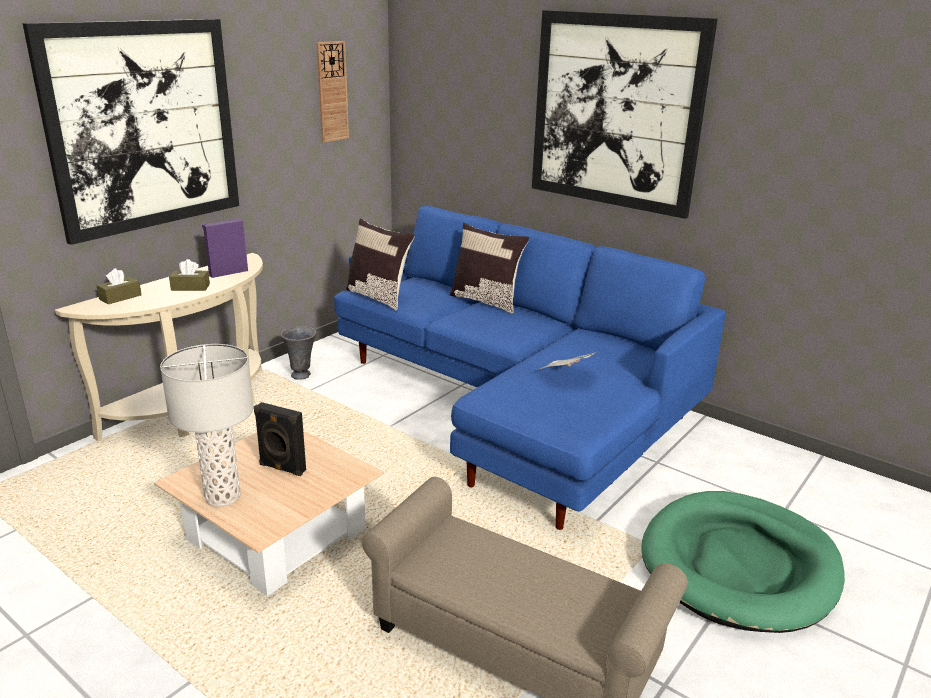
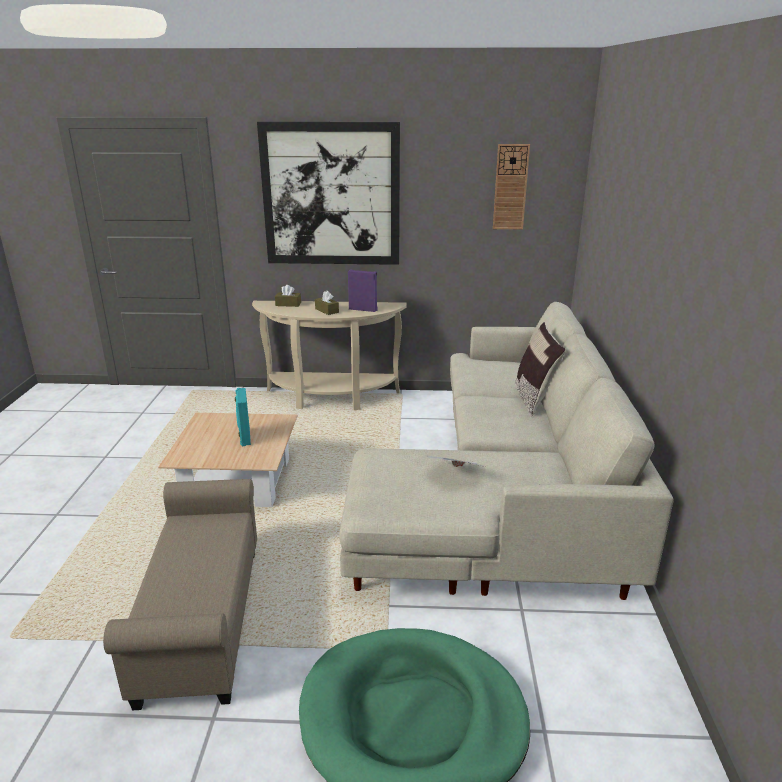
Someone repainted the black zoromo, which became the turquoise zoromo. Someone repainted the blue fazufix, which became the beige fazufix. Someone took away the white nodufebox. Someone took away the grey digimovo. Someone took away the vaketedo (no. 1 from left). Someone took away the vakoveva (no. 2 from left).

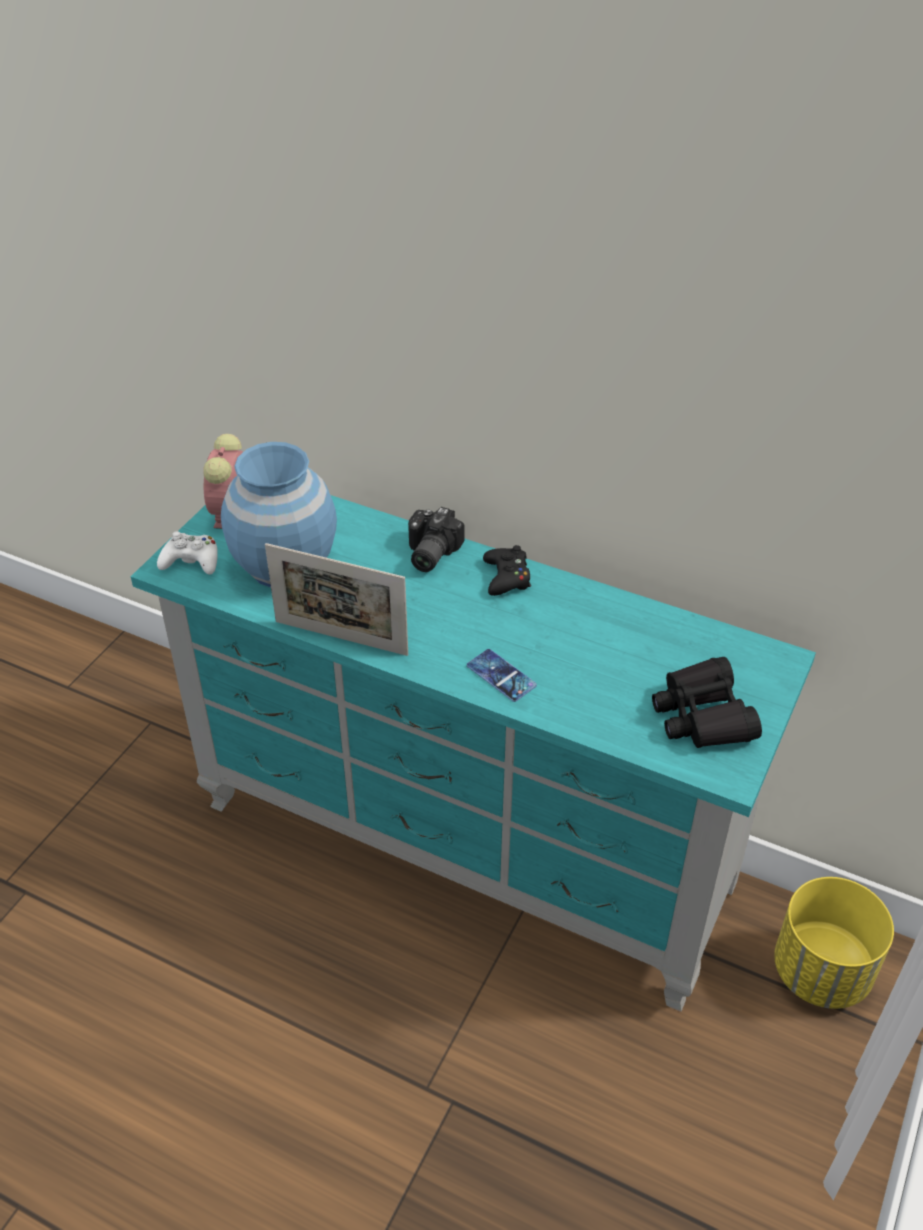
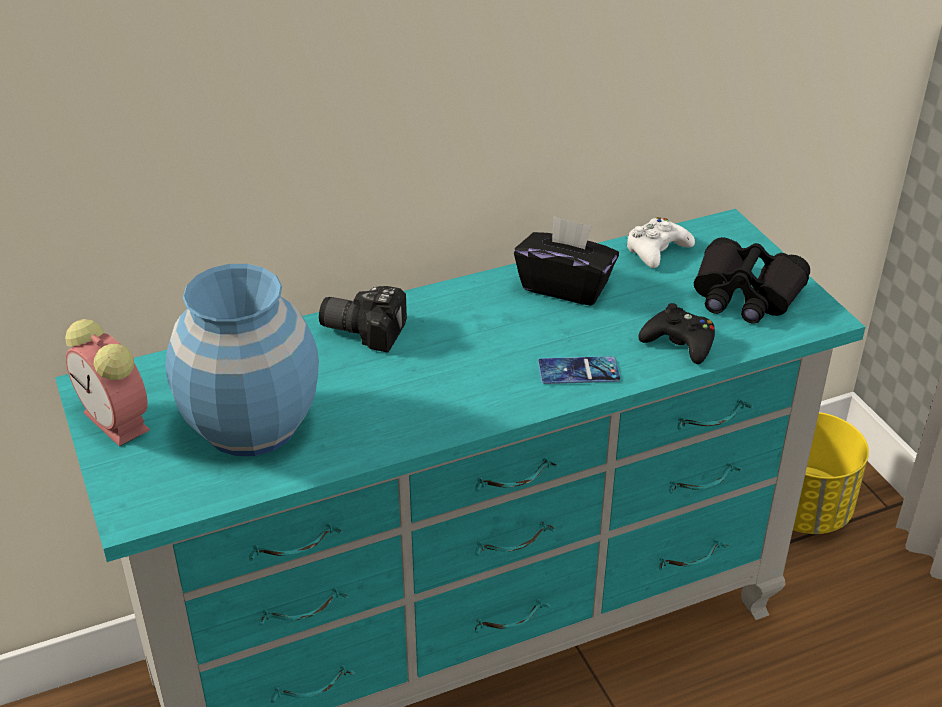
Someone rotated the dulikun by 135 degrees clockwise. Someone put down the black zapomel. Someone carried the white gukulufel. Someone carried the black gukulufel. Someone took away the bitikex.

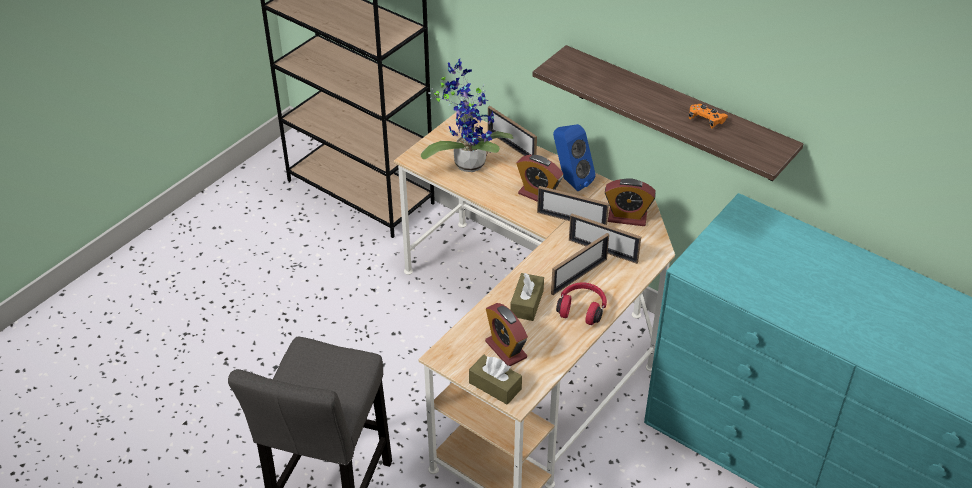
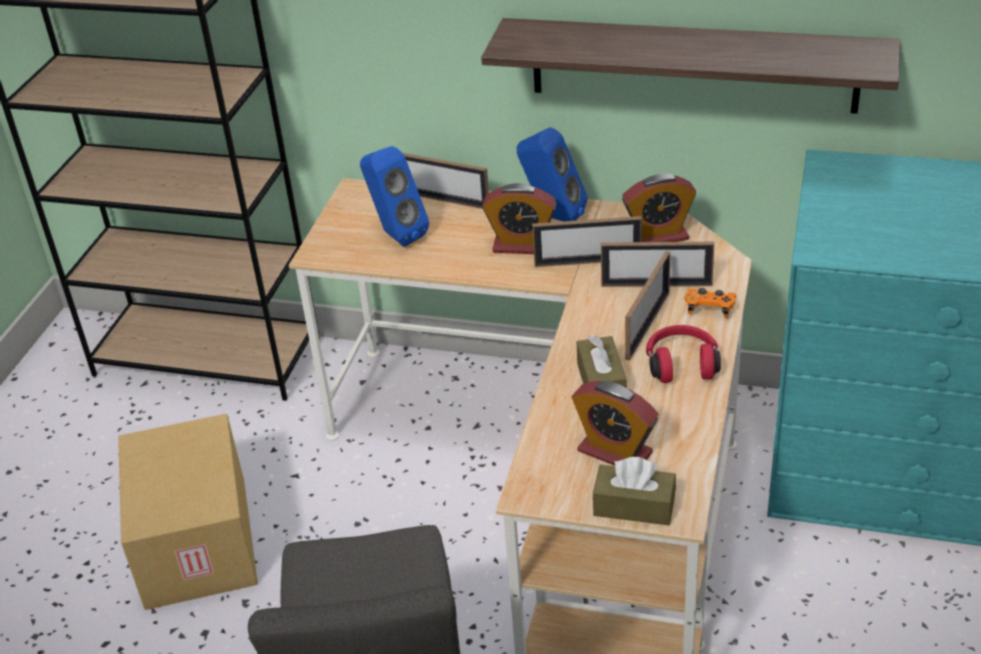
Someone put down the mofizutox. Someone swapped the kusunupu for the blue zoromo (no. 1 from left). Someone carried the orange gukulufel.

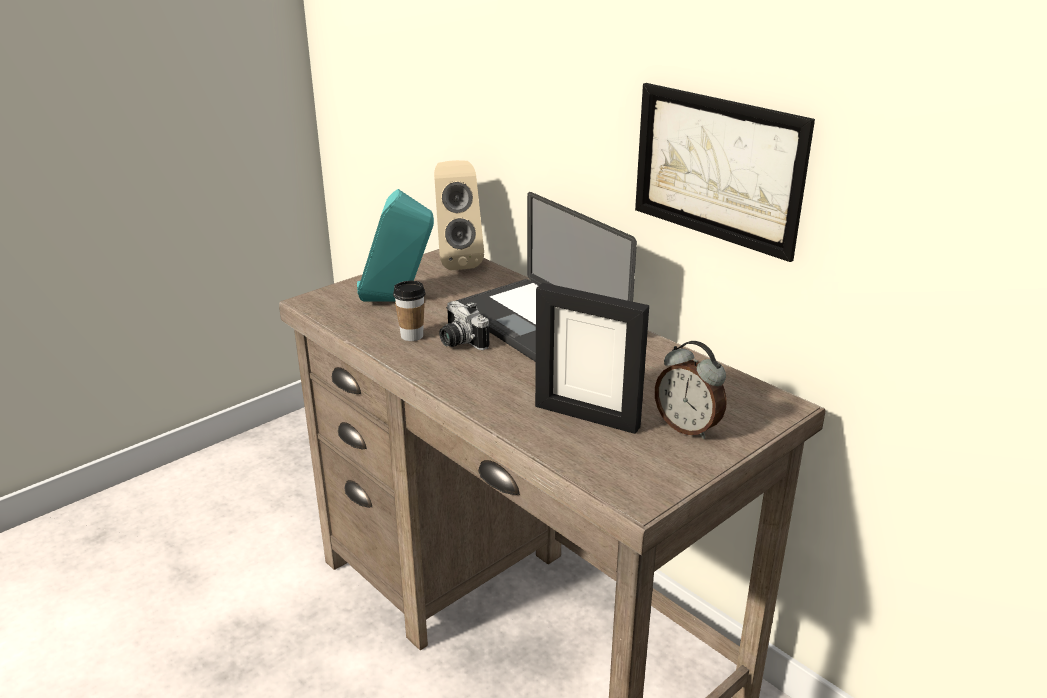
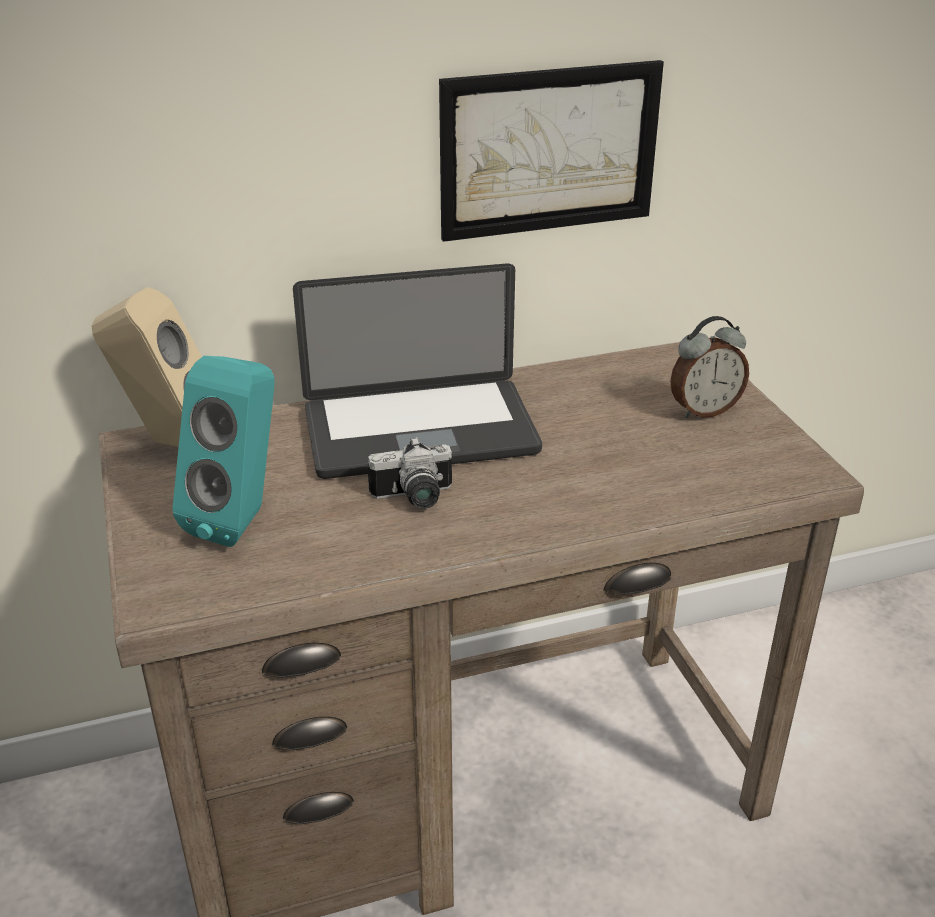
Someone took away the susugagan. Someone took away the bitikex.

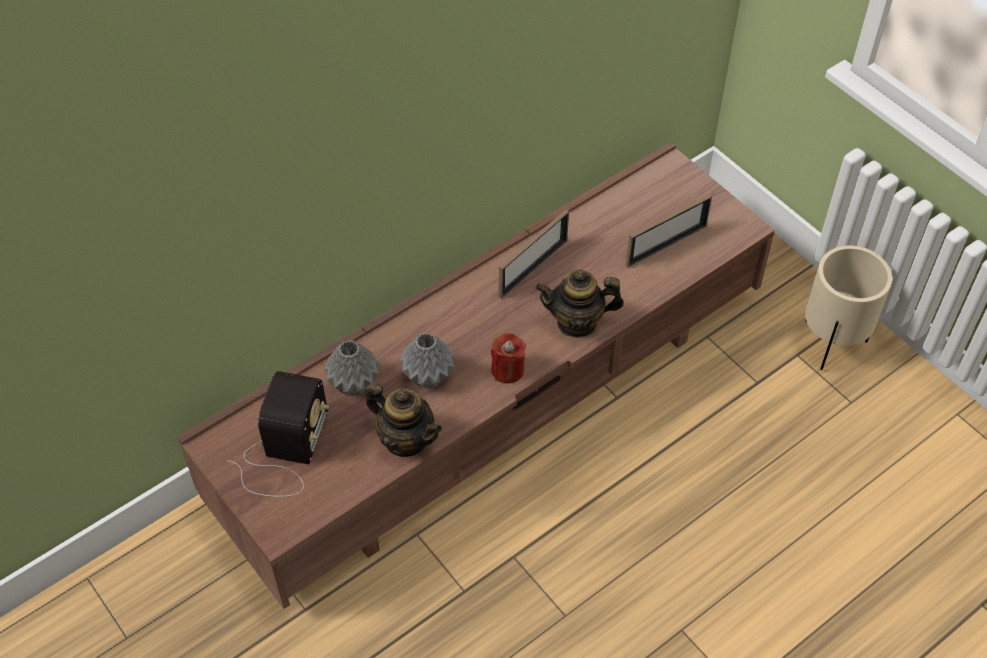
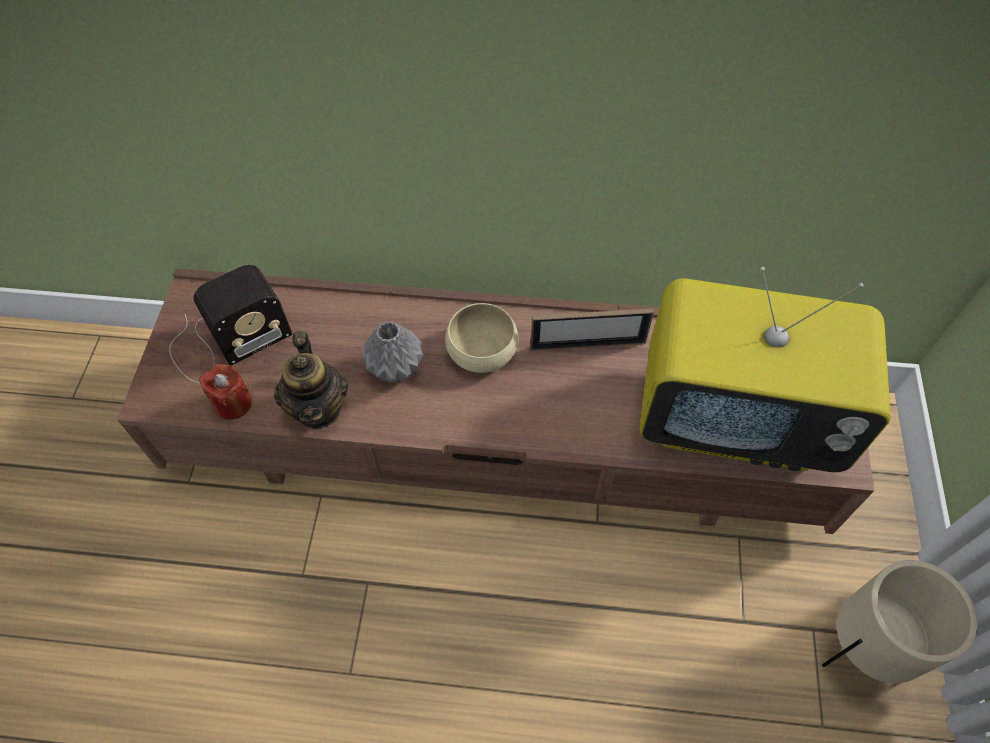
Someone carried the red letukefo. Someone put down the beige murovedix. Someone swapped the bitikex (no. 2 from left) for the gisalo. Someone took away the grey digimovo (no. 1 from left). Someone took away the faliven (no. 2 from left).

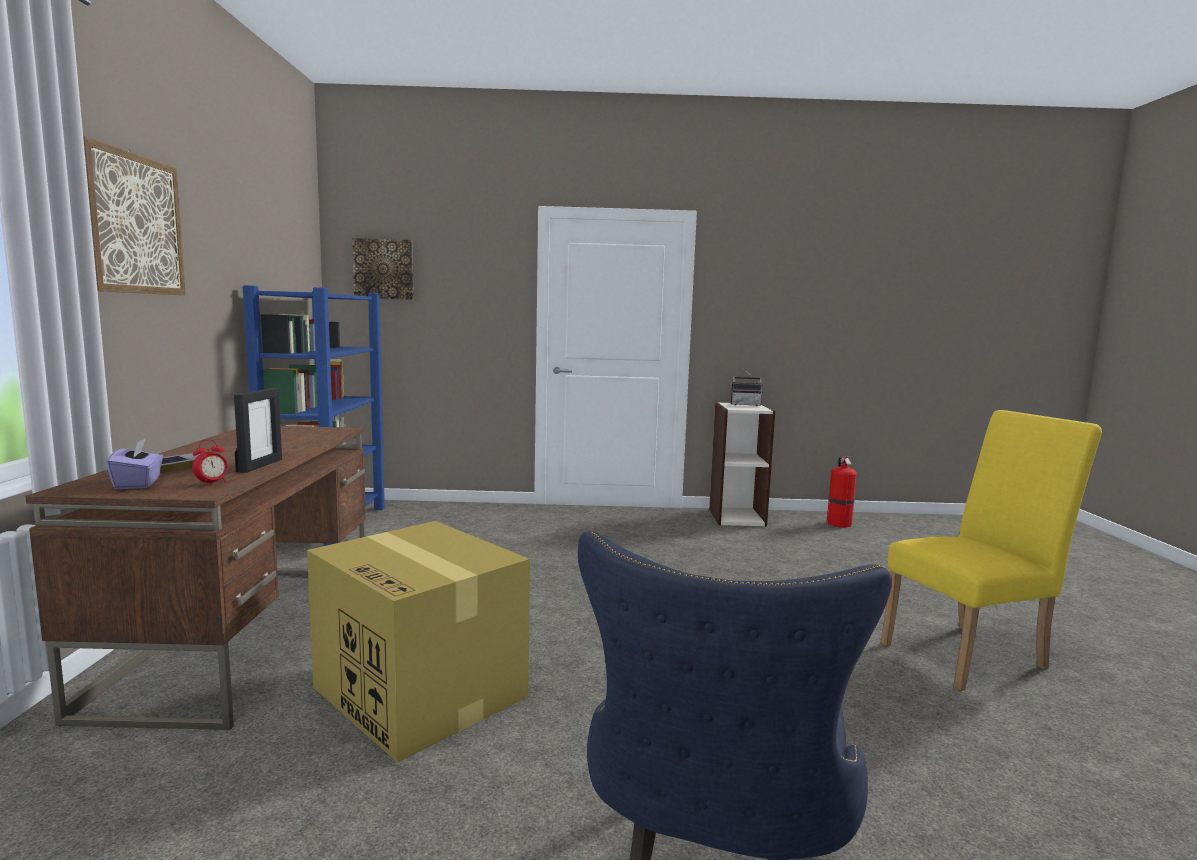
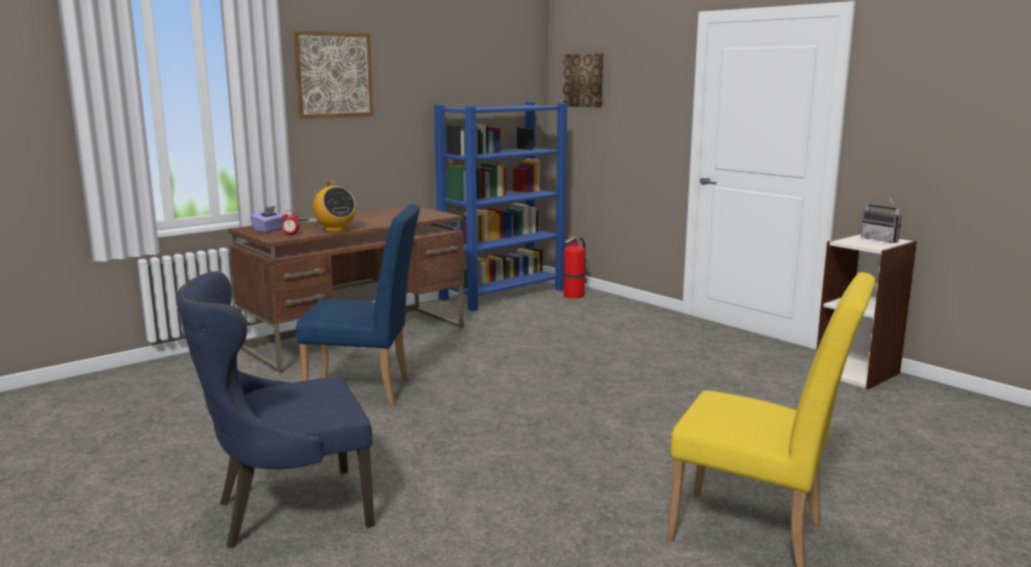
Someone swapped the mofizutox for the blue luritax (no. 2 from left). Someone swapped the bitikex for the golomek (no. 1 from left). Someone carried the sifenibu.

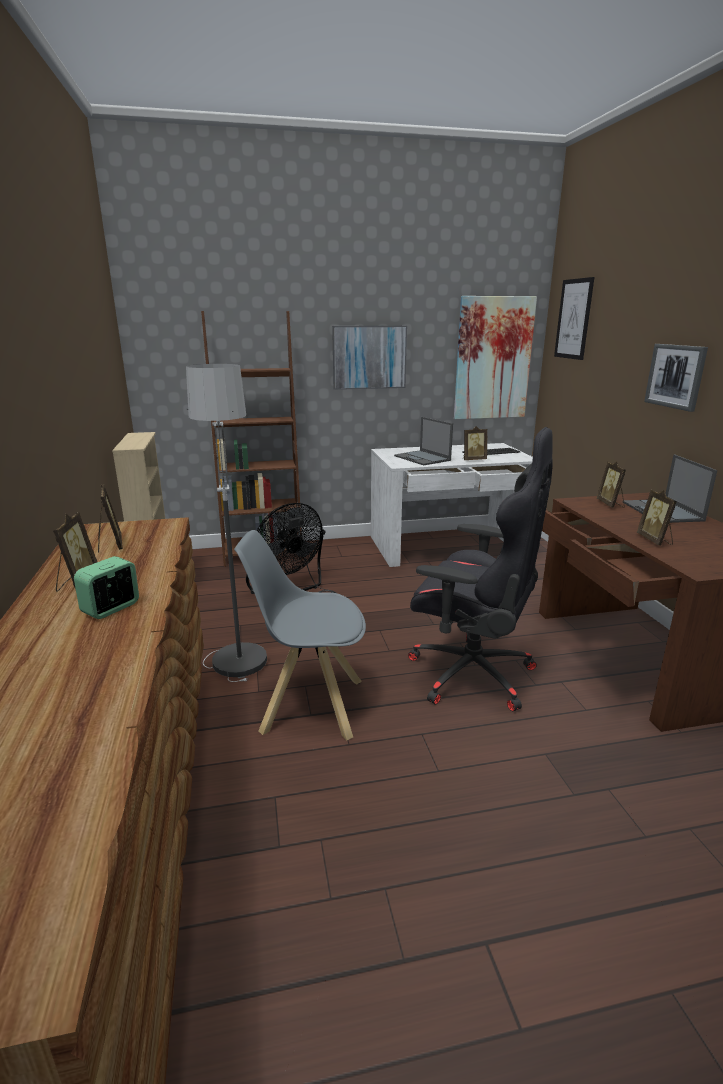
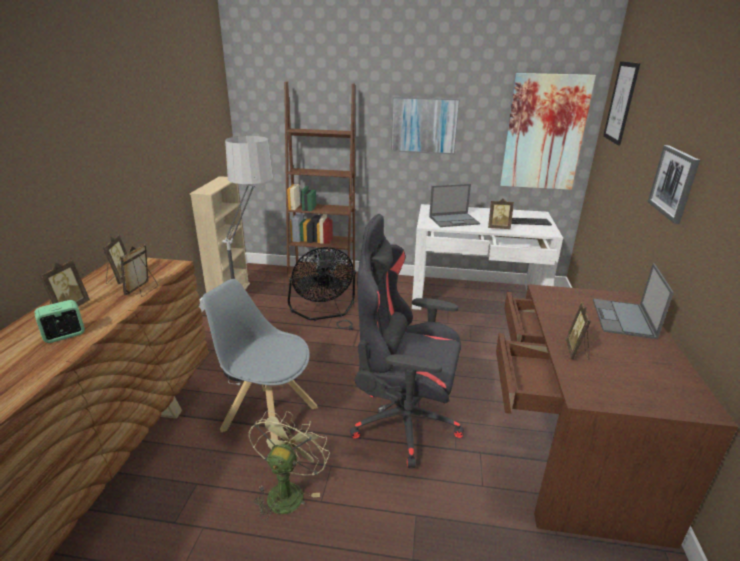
Someone carried the bitikex (no. 4 from left in the first image). Someone put down the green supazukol. Someone rotated the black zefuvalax by 150 degrees clockwise. Someone rotated the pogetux (no. 1 from left) by 90 degrees counterclockwise.

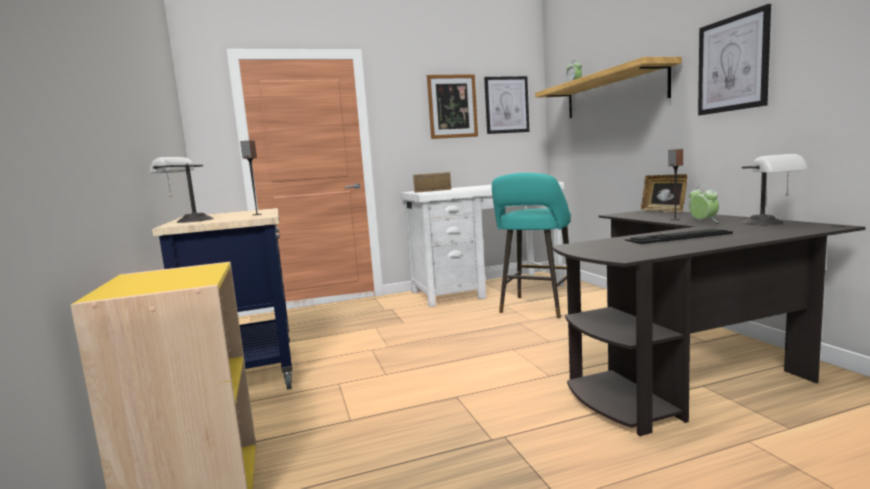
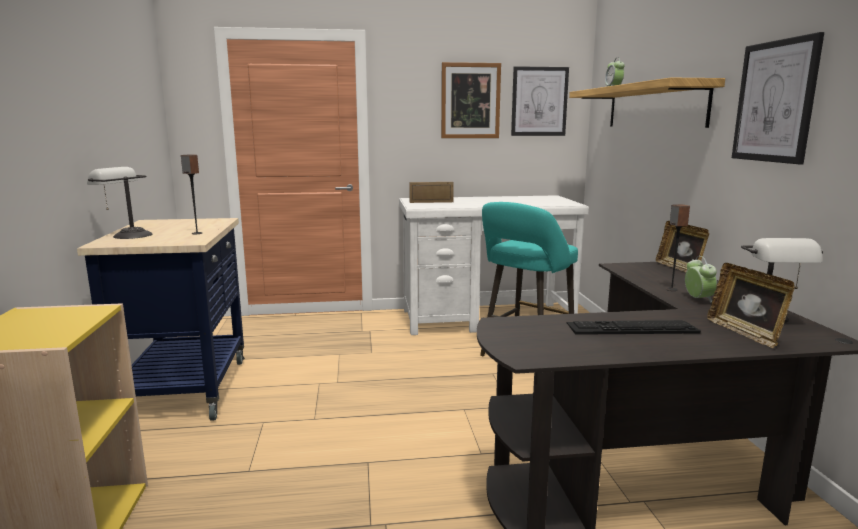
Someone put down the bitikex (no. 3 from left).

